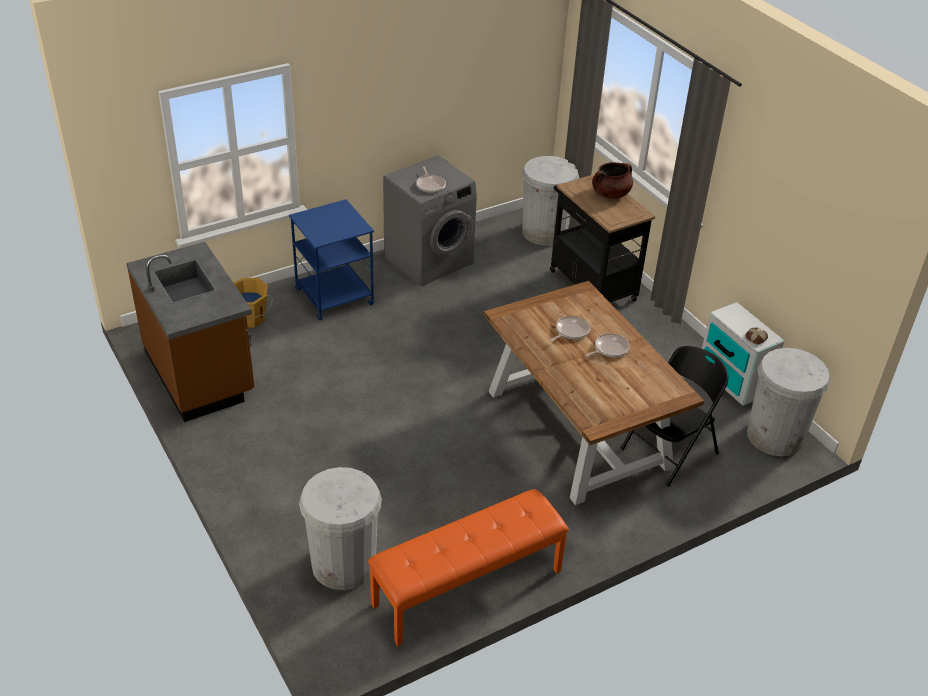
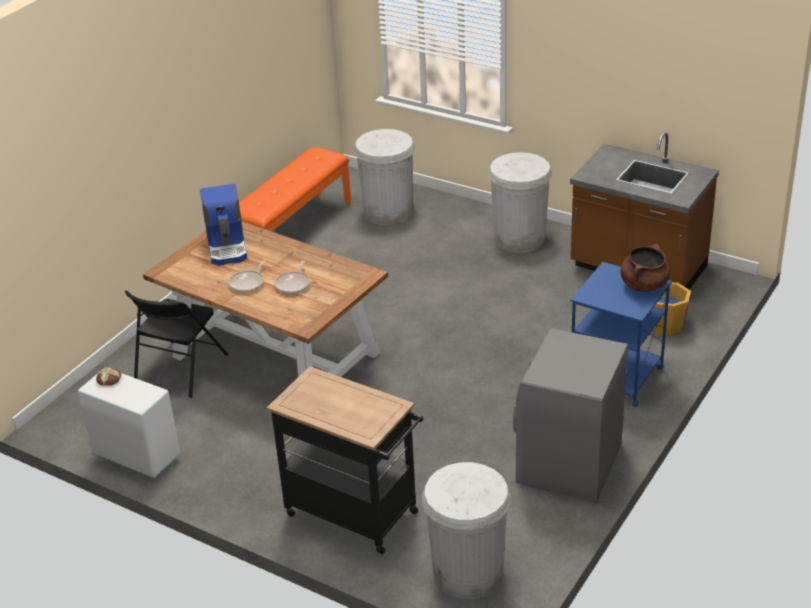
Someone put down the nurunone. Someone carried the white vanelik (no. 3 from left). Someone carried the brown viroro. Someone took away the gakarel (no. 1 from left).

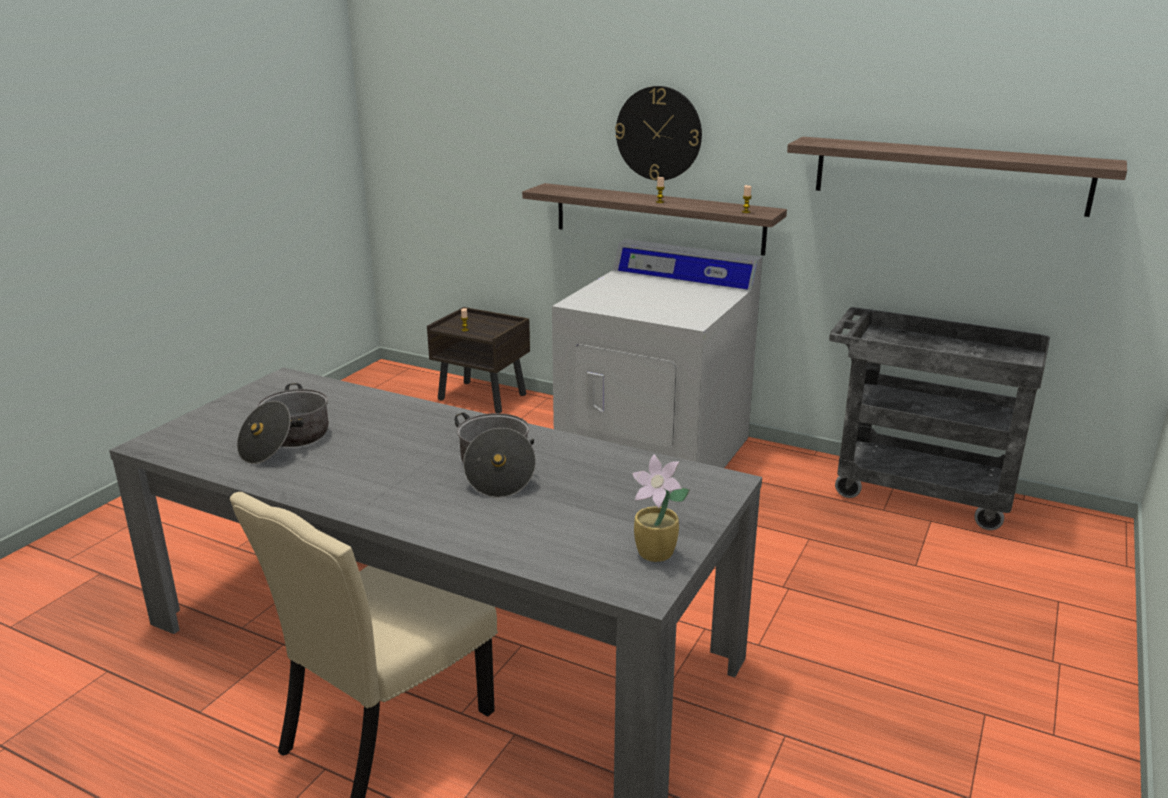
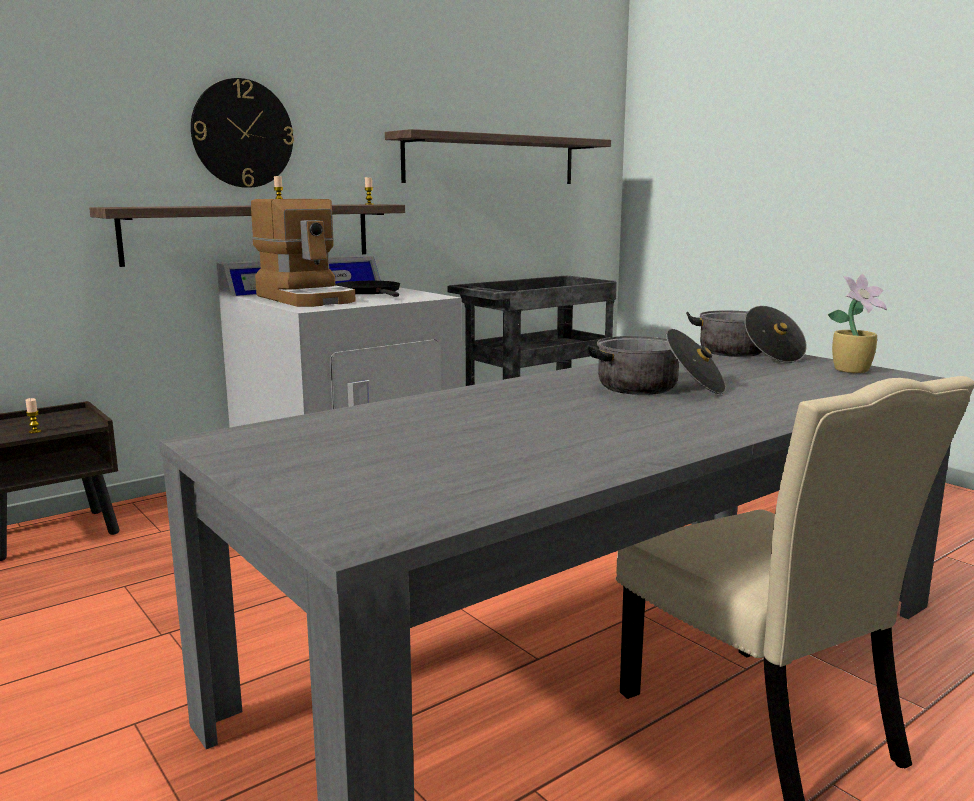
Someone put down the nurunone. Someone put down the black gakarel. Someone carried the viroro (no. 1 from left in the first image).

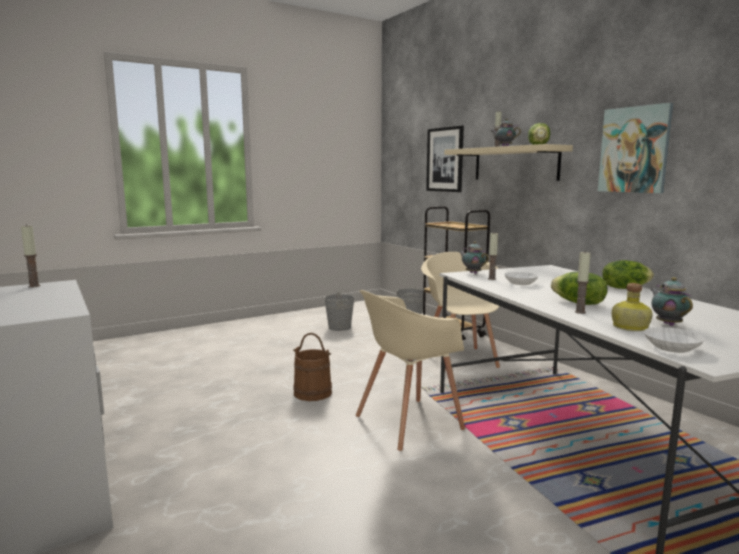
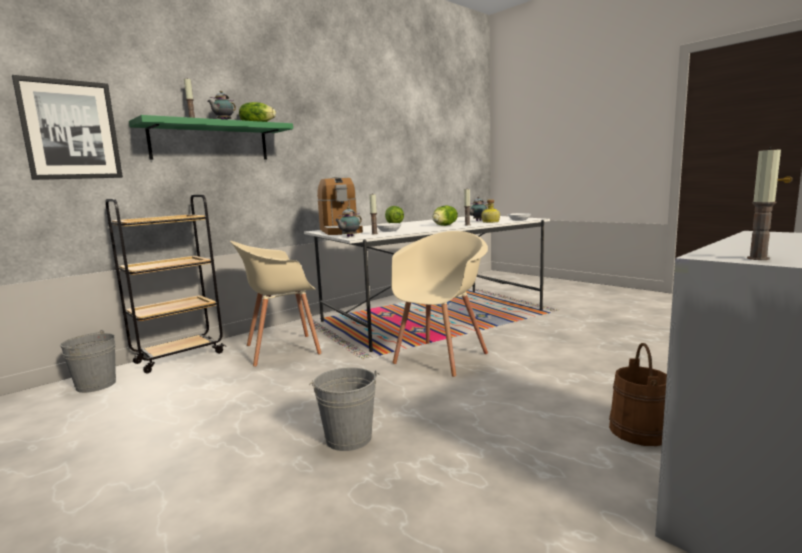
Someone repainted the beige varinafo, which became the green varinafo. Someone carried the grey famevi (no. 1 from left in the first image). Someone put down the nurunone. Someone rotated the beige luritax (no. 1 from left in the first image) by 105 degrees counterclockwise. Someone carried the brown famevi. Someone took away the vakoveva (no. 2 from left).

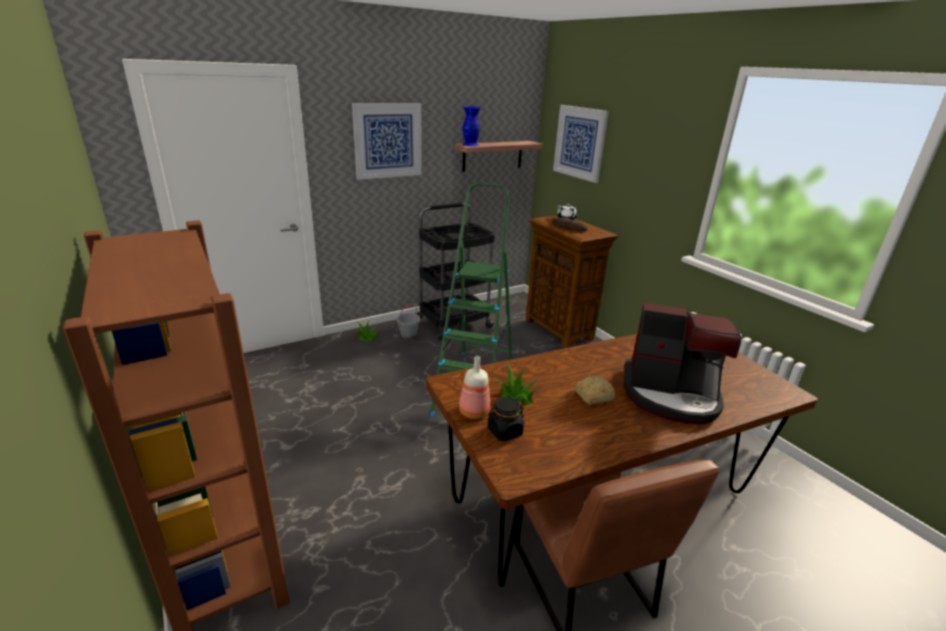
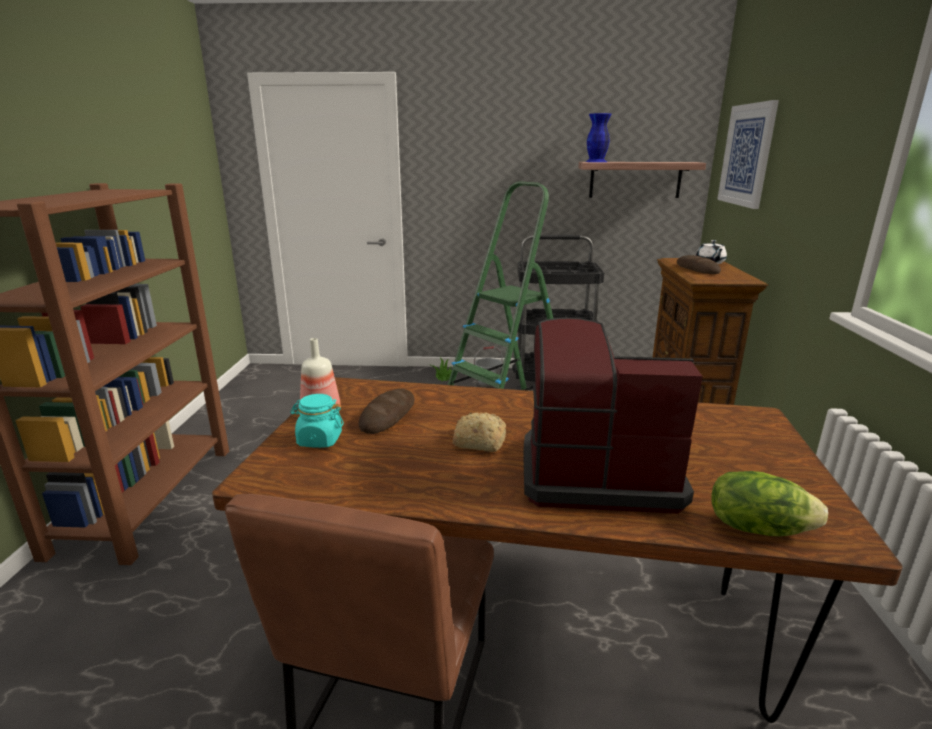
Someone repainted the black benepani, which became the turquoise benepani. Someone swapped the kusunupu (no. 2 from left) for the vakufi (no. 1 from left). Someone rotated the nurunone by 135 degrees clockwise. Someone put down the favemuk. Someone took away the vakoveva (no. 1 from left).

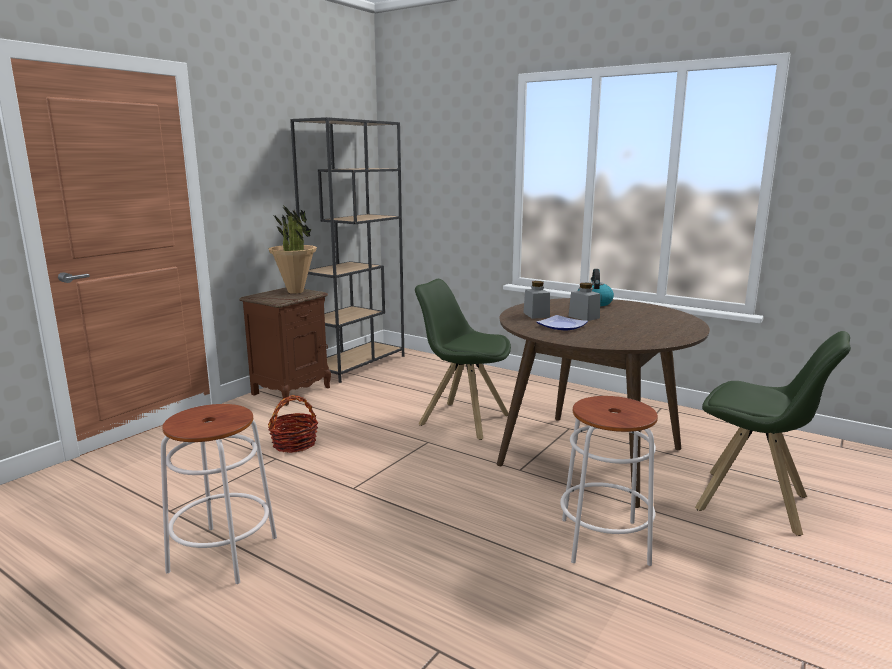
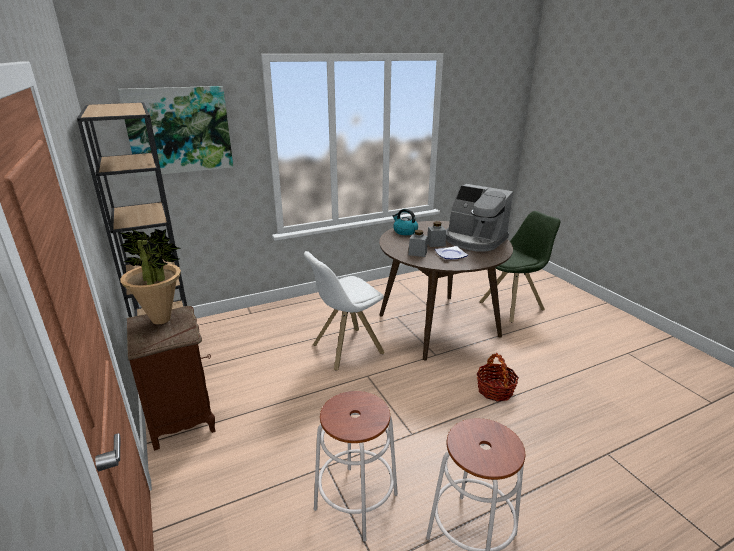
Someone put up the vakoveva. Someone repainted the green luritax (no. 1 from left), which became the white luritax. Someone carried the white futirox (no. 2 from left in the first image). Someone put down the nurunone. Someone carried the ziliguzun.

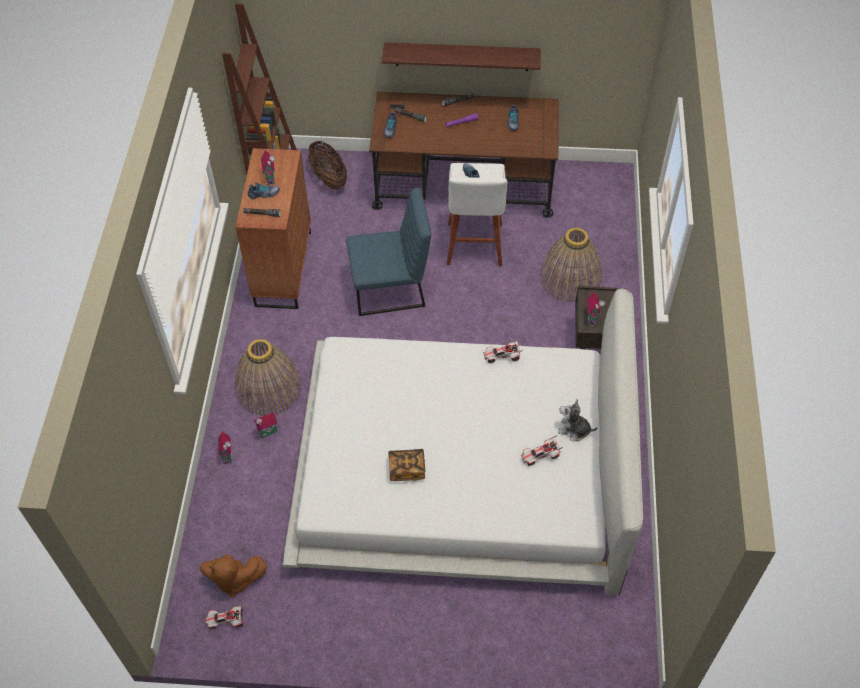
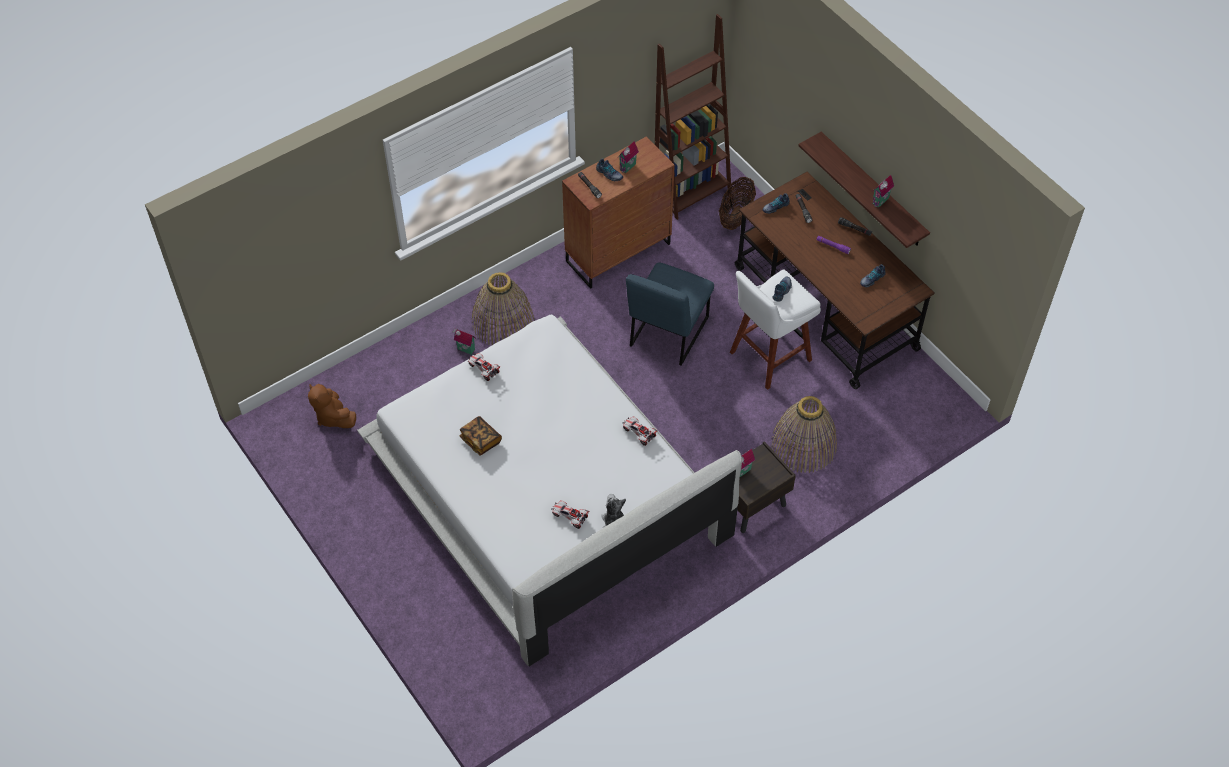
Someone carried the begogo (no. 1 from left). Someone rotated the blue luritax by 75 degrees clockwise. Someone carried the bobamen (no. 1 from left in the first image).

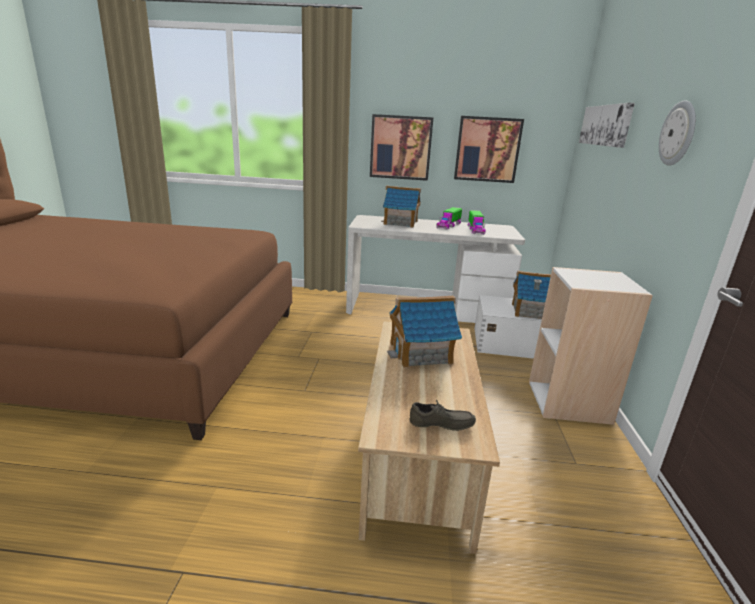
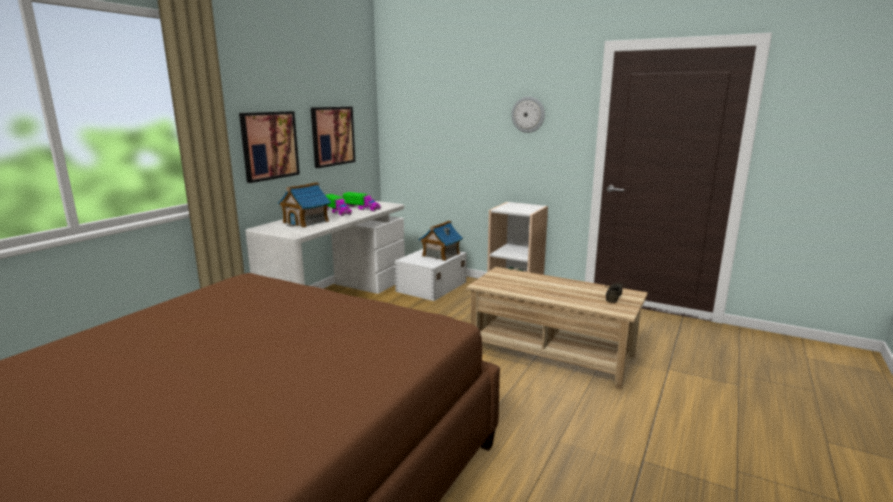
Someone took away the bobamen (no. 2 from left). Someone took away the vakoveva (no. 3 from left).

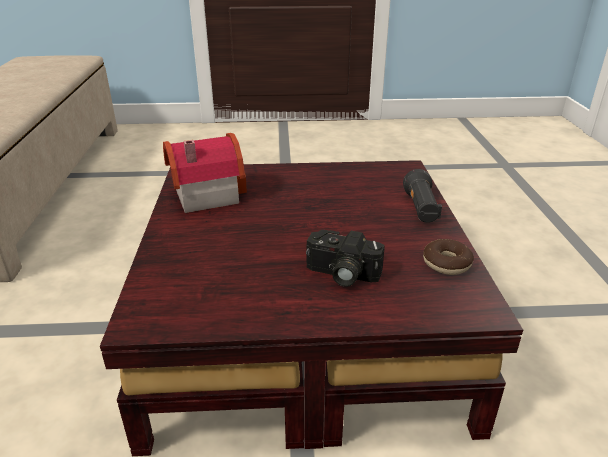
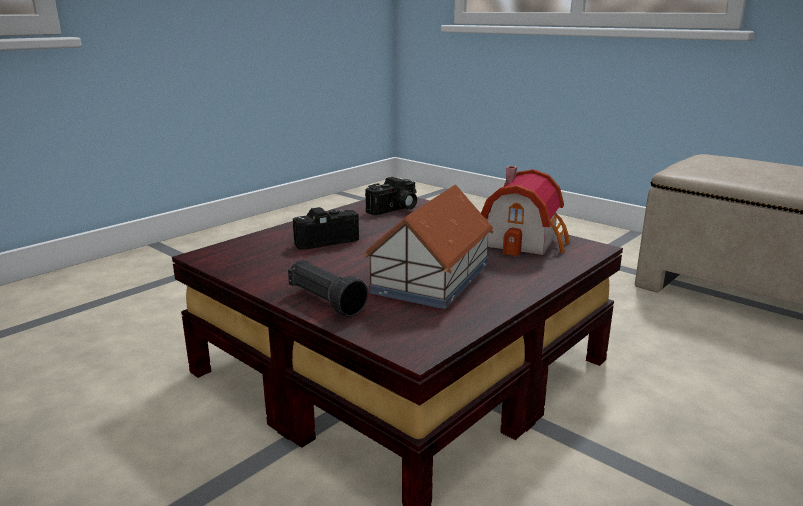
Someone put down the bobamen (no. 1 from left). Someone put down the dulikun (no. 2 from left). Someone took away the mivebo.

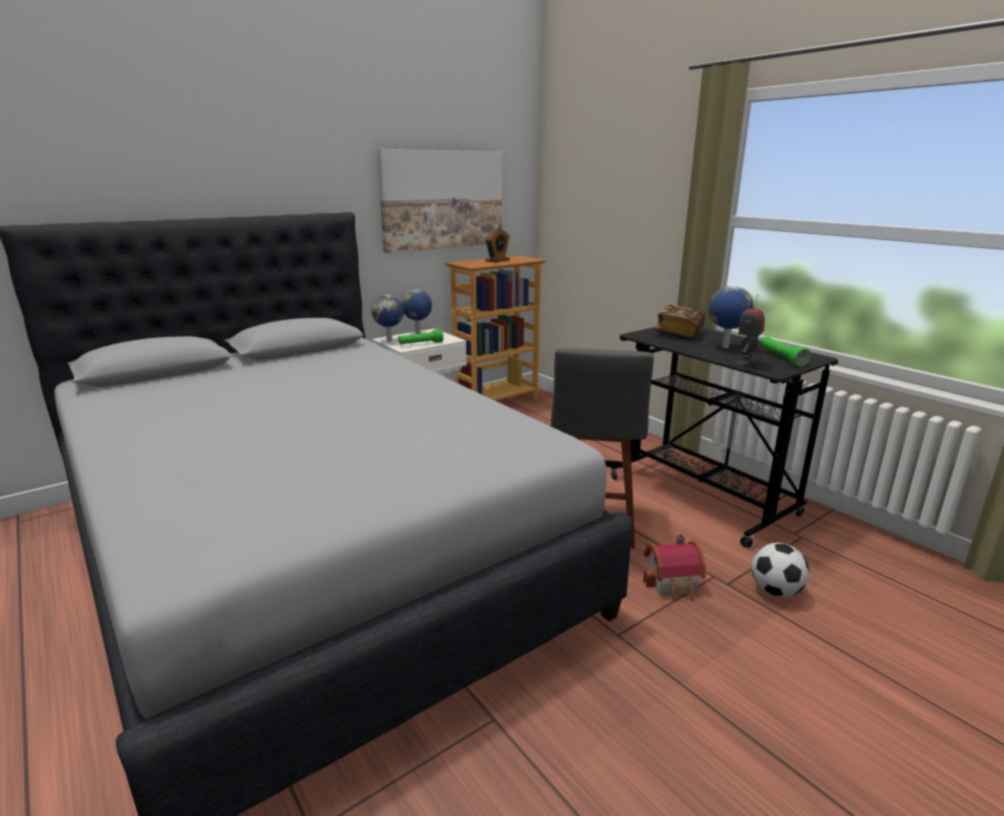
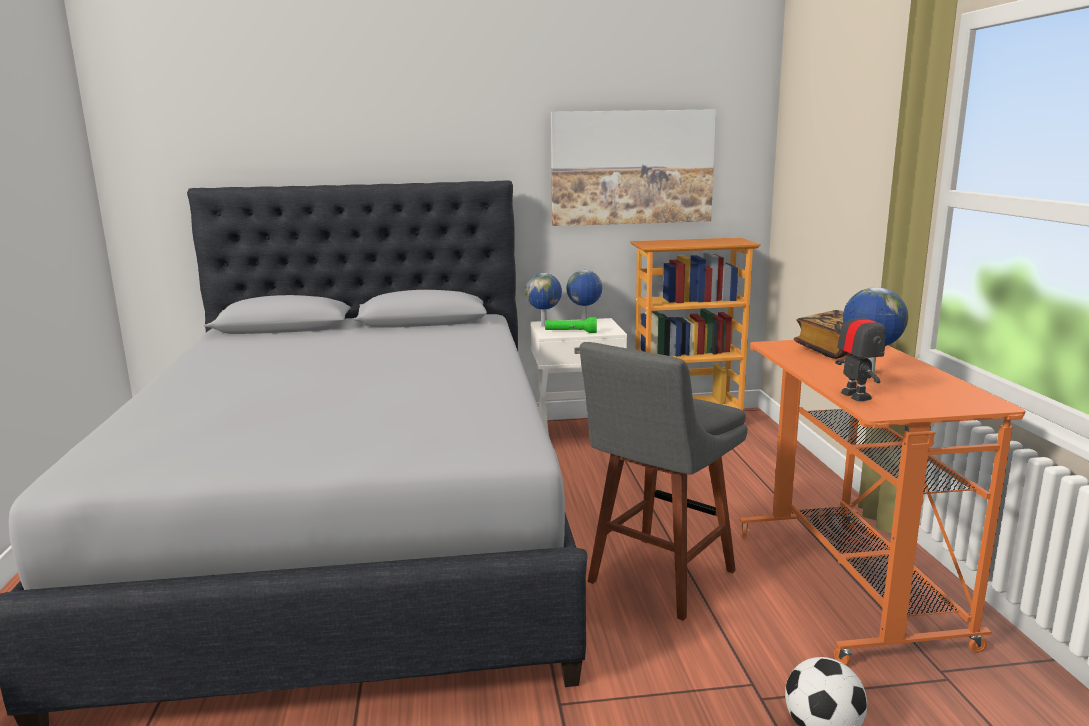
Someone repainted the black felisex, which became the orange felisex. Someone rotated the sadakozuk by 105 degrees clockwise. Someone took away the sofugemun. Someone took away the bobamen. Someone took away the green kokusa (no. 2 from left).

